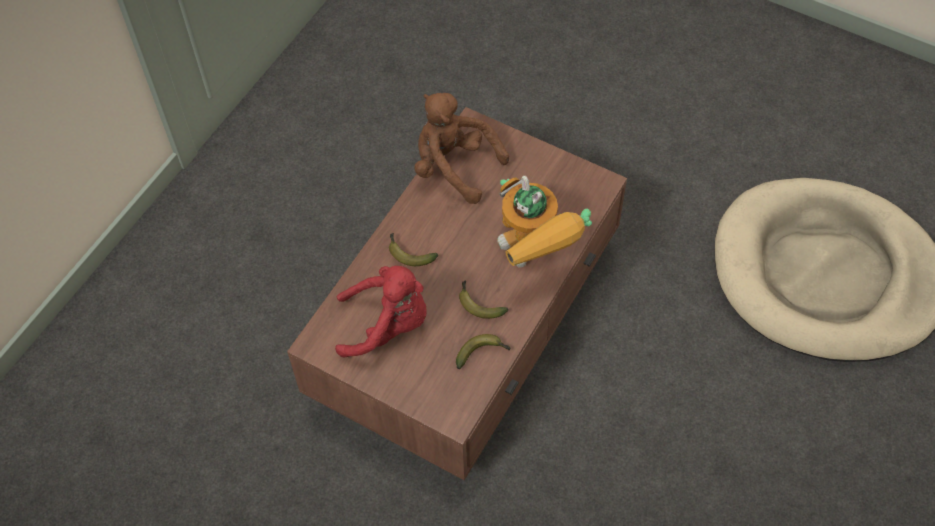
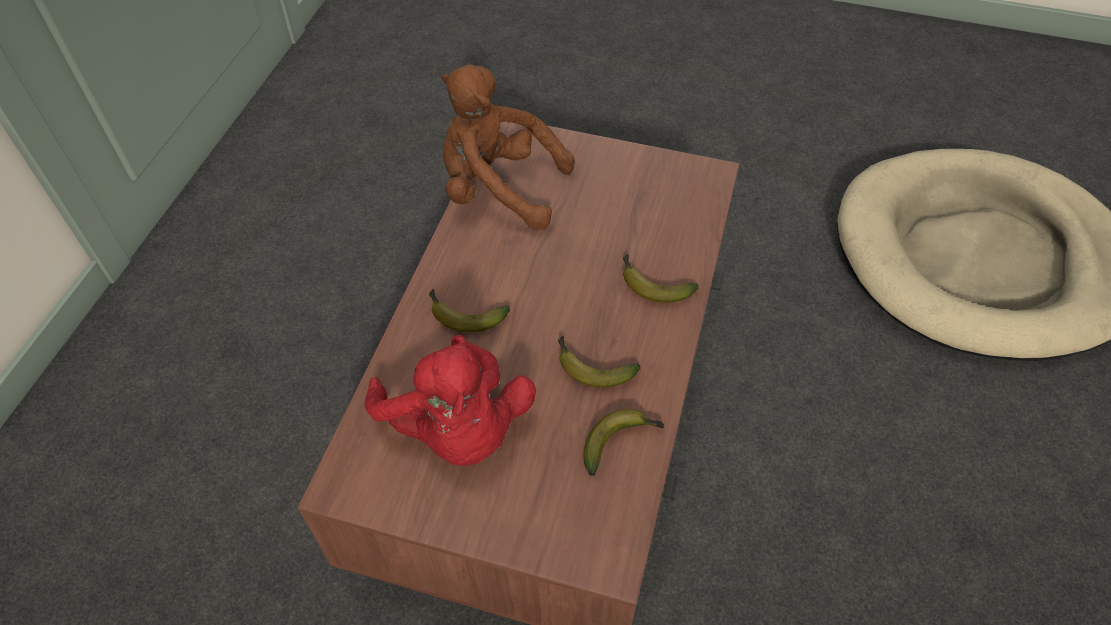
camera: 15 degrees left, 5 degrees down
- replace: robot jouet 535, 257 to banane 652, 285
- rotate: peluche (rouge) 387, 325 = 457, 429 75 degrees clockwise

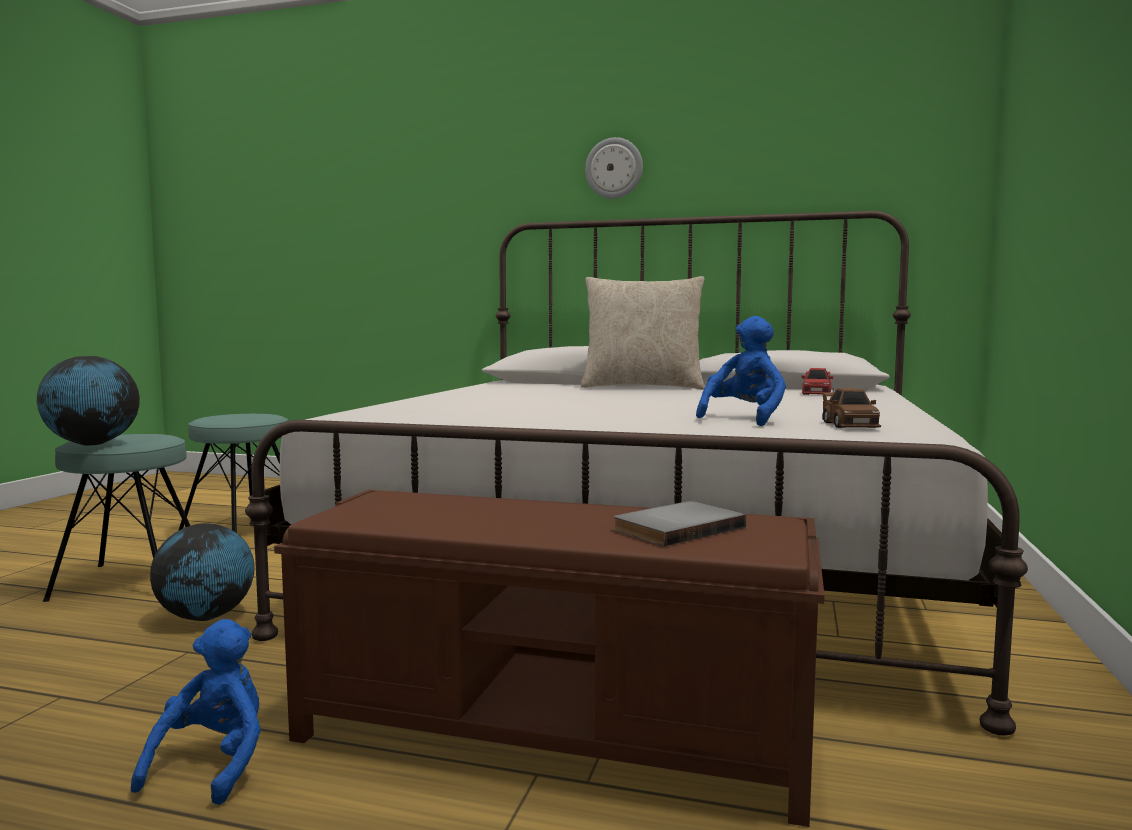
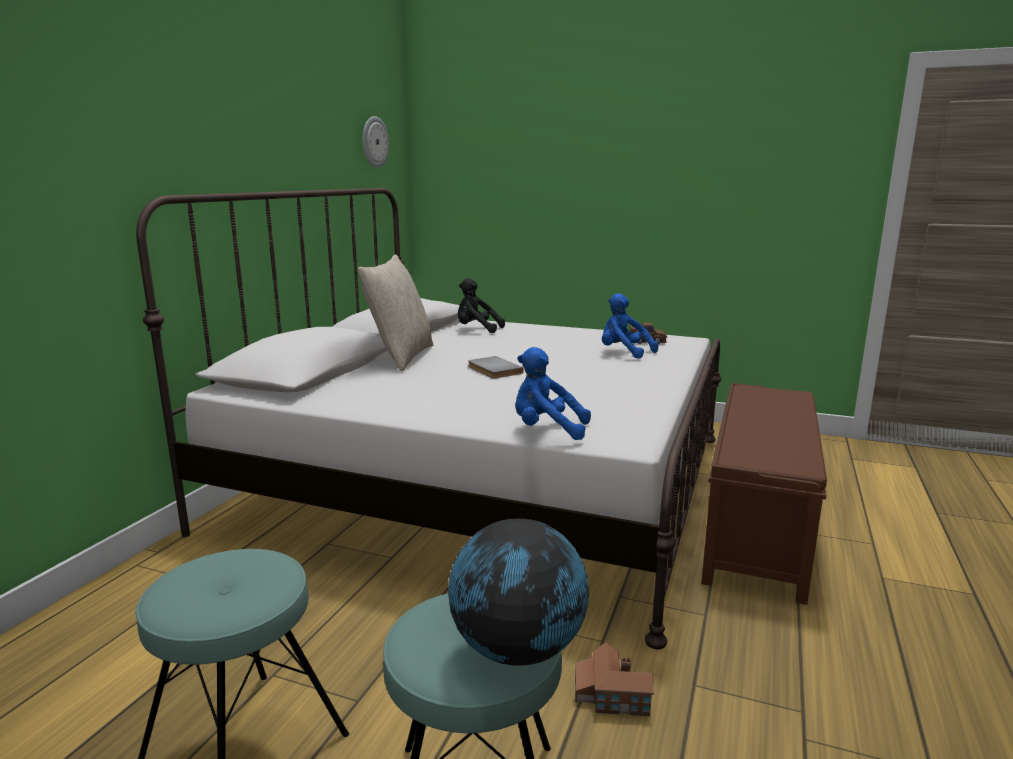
camera: 85 degrees left, 10 degrees up
- move: horloge murale 614, 168 to 374, 142
- replace: petite voiture (rouge) 816, 393 to peluche (noir) 476, 329
- move: livre (gris) 675, 528 to 493, 370
- replace: globe 206, 617 to maison miniature 610, 695
- move: peluche (bleu) 213, 764 to 546, 430

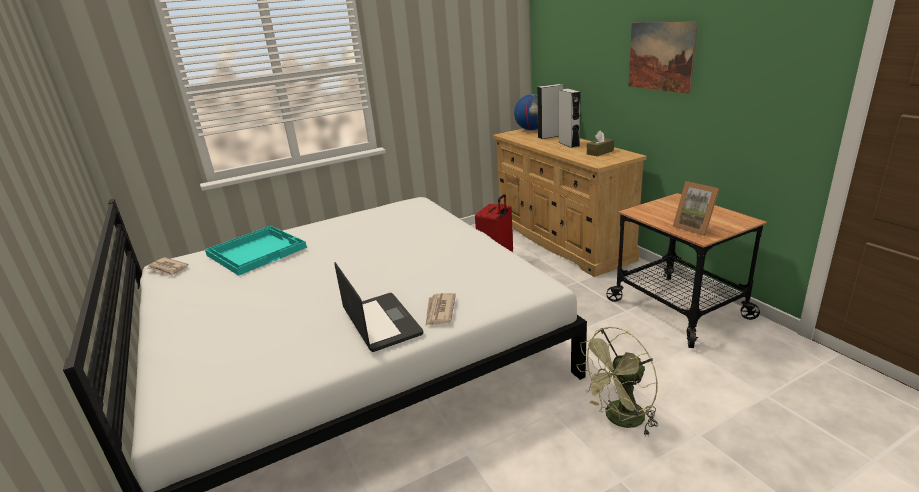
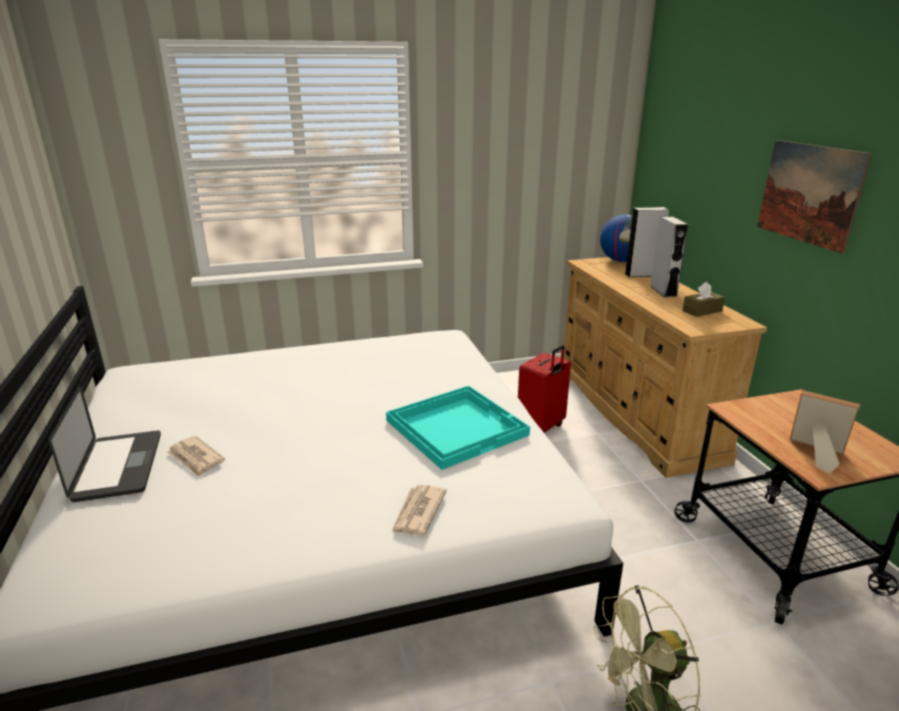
camera: 10 degrees right, 0 degrees up
- rotate: cadre photo 695, 228 = 813, 454 150 degrees clockwise
- move: plateau (turquoise) 257, 251 to 456, 427
- move: journal 168, 268 to 195, 458
- move: ordinateur portable 381, 322 to 118, 466

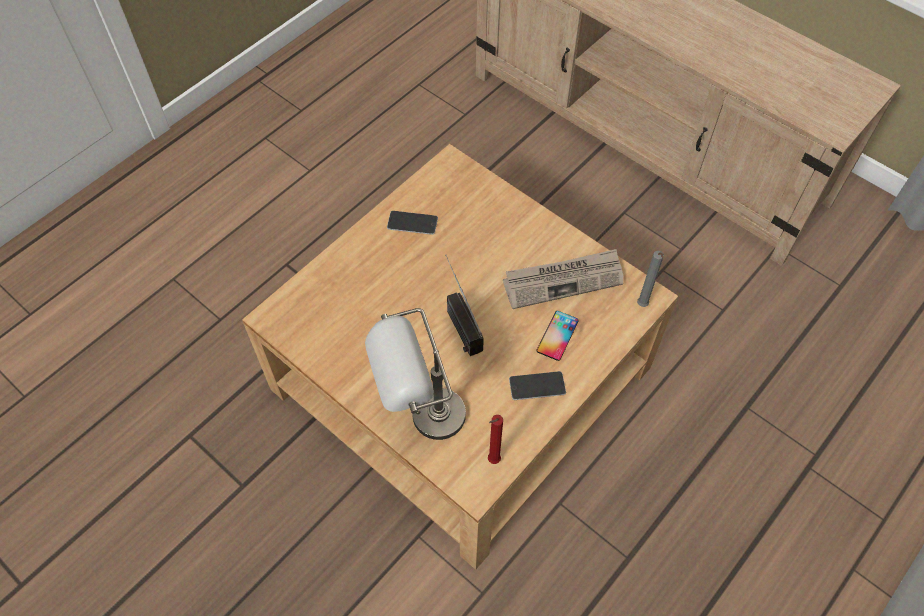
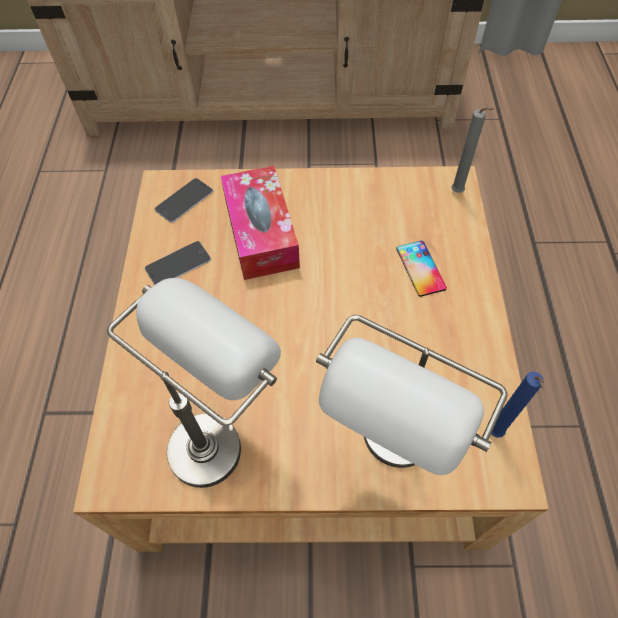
camera: 40 degrees left, 0 degrees up
- delete: journal 563, 280
- delete: radio 457, 319
- move: téléphone 537, 386 to 184, 200
- recolor: bougie (rouge) 492, 461 to bougie (bleu) 495, 434
- insert: boîte à mouchoirs 261, 233
- insert: lampe de table (gris) 220, 430

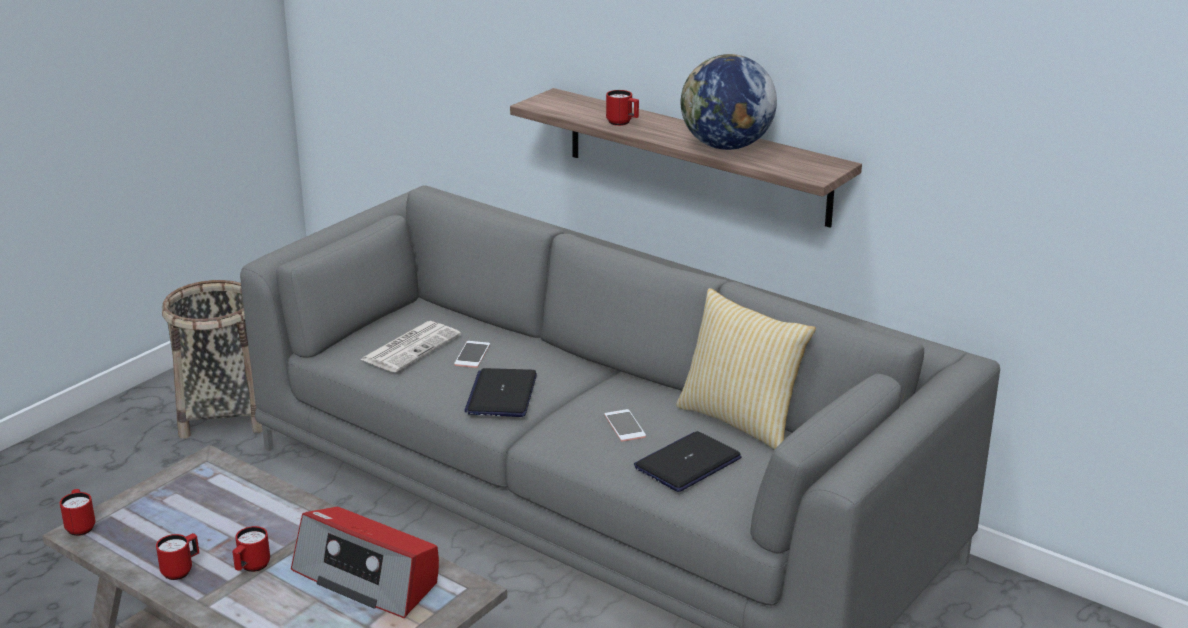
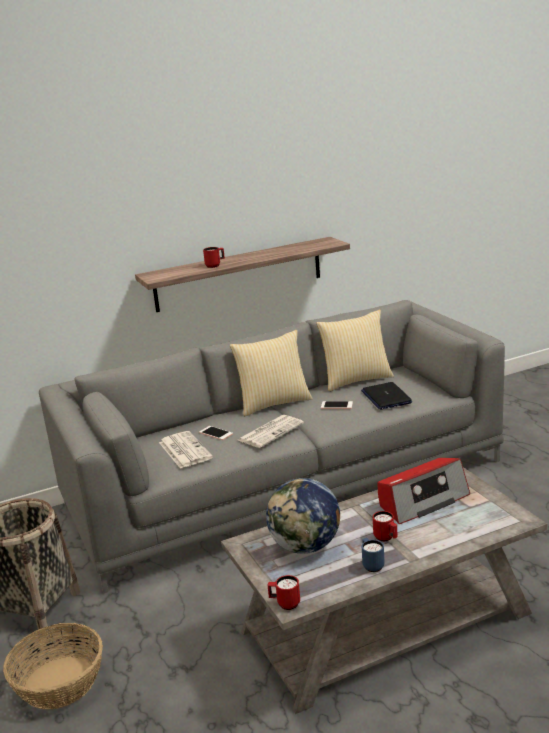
camera: 60 degrees left, 5 degrees down
- move: globe 726, 147 to 305, 547
- replace: ordinateur portable 501, 394 to journal 271, 431
- recolor: mug (rouge) 181, 570 to mug (bleu) 371, 565
- insert: coussin 273, 403
- insert: panier 59, 682

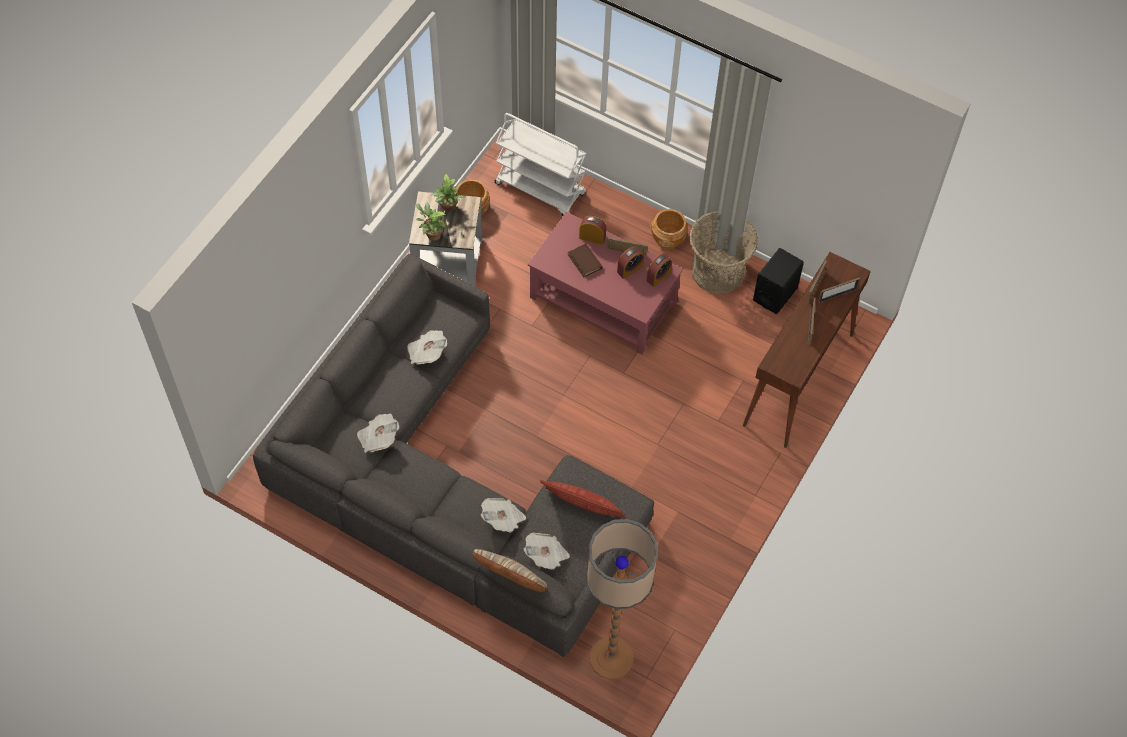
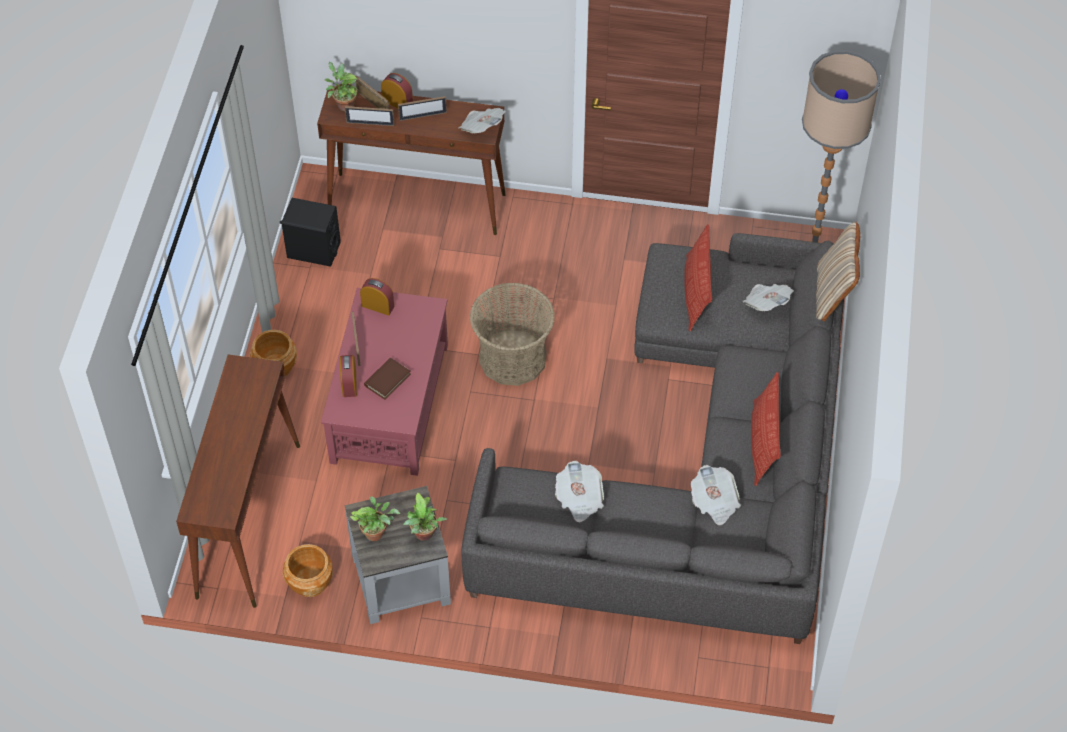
camera: 110 degrees left, 5 degrees down
- replace: chariot (blanc) 541, 189 to table console (marron) 249, 519
- move: panier 718, 270 to 512, 357
- move: réveil 630, 269 to 397, 102
- move: journal 503, 519 to 482, 128
- insert: plante en pot 343, 104
- insert: coussin 762, 443

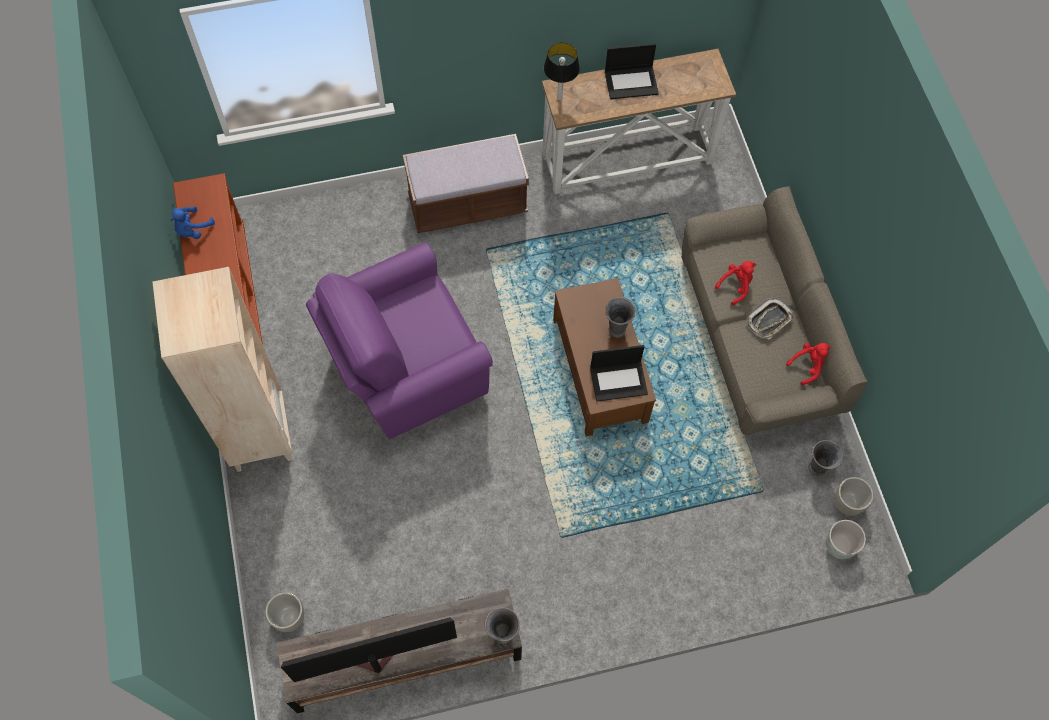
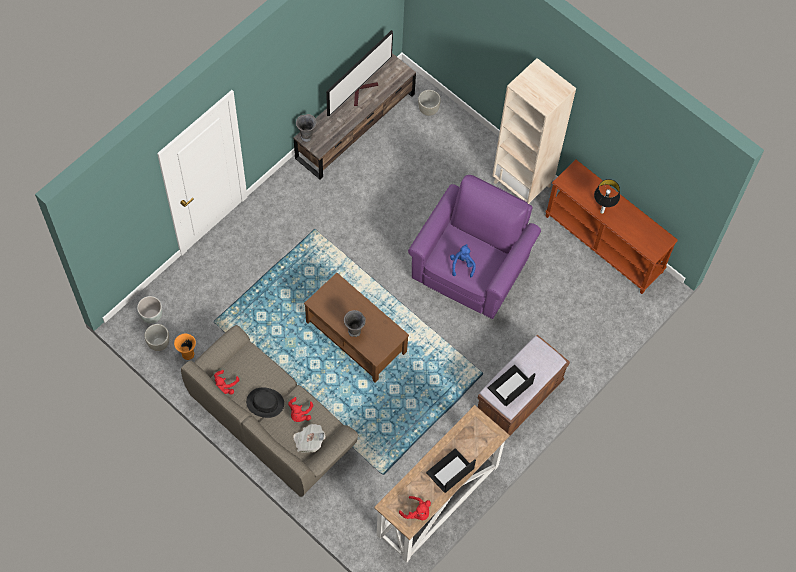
camera: 145 degrees right, 0 degrees up
- move: lampe de table 559, 98 to 602, 212
- move: peluche (bleu) 193, 230 to 462, 265
- replace: plateau 769, 320 to chapeau (noir) 265, 403
- move: ordinateur portable 619, 380 to 510, 386
- recolor: vase (gris) 817, 469 to vase (orange) 187, 354
- insert: journal 308, 441
- insert: peluche (rouge) 417, 512

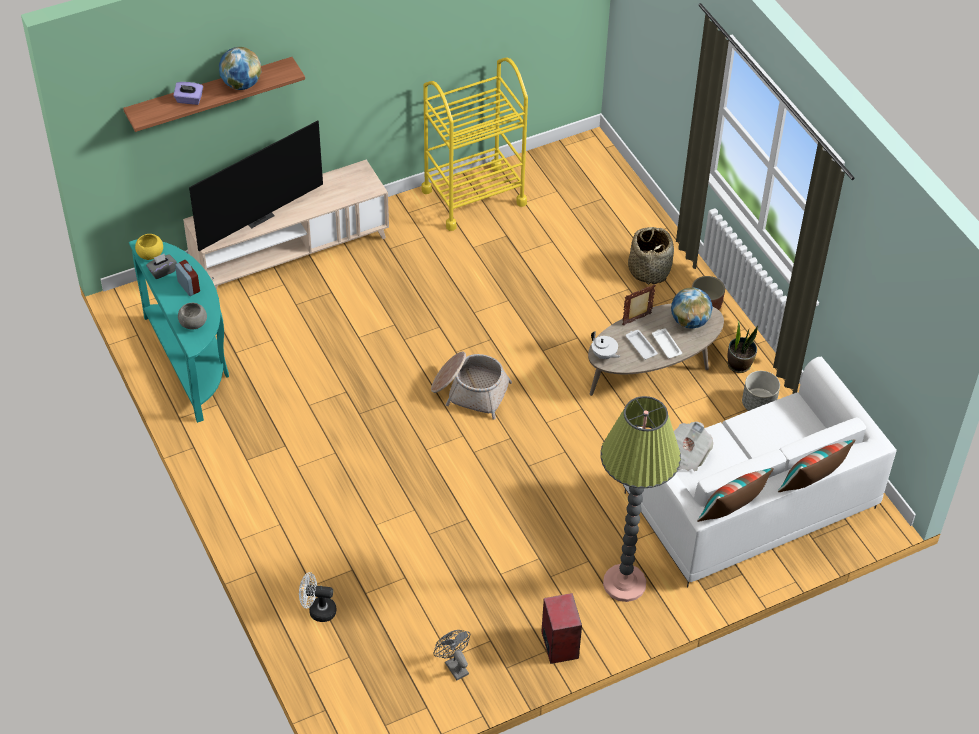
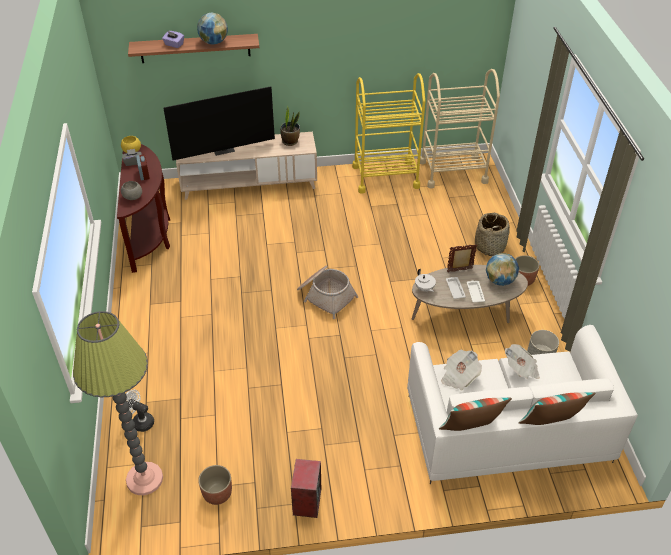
camera: 20 degrees right, 5 degrees down
- recolor: table console (turquoise) 191, 362 to table console (marron) 150, 234
- move: plante en pot 739, 364 to 290, 141
- move: lampadaire 624, 583 to 144, 479
- replace: ventilateur (gris) 454, 665 to cache-pot 217, 494
- insert: chariot (beige) 453, 172
- insert: journal 521, 369

